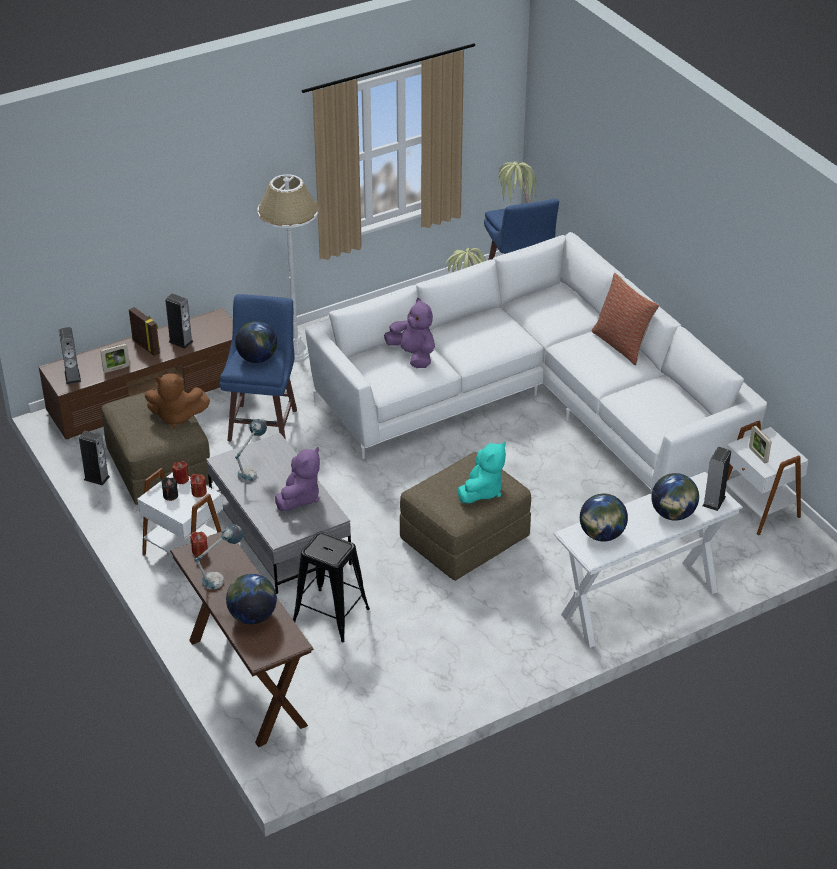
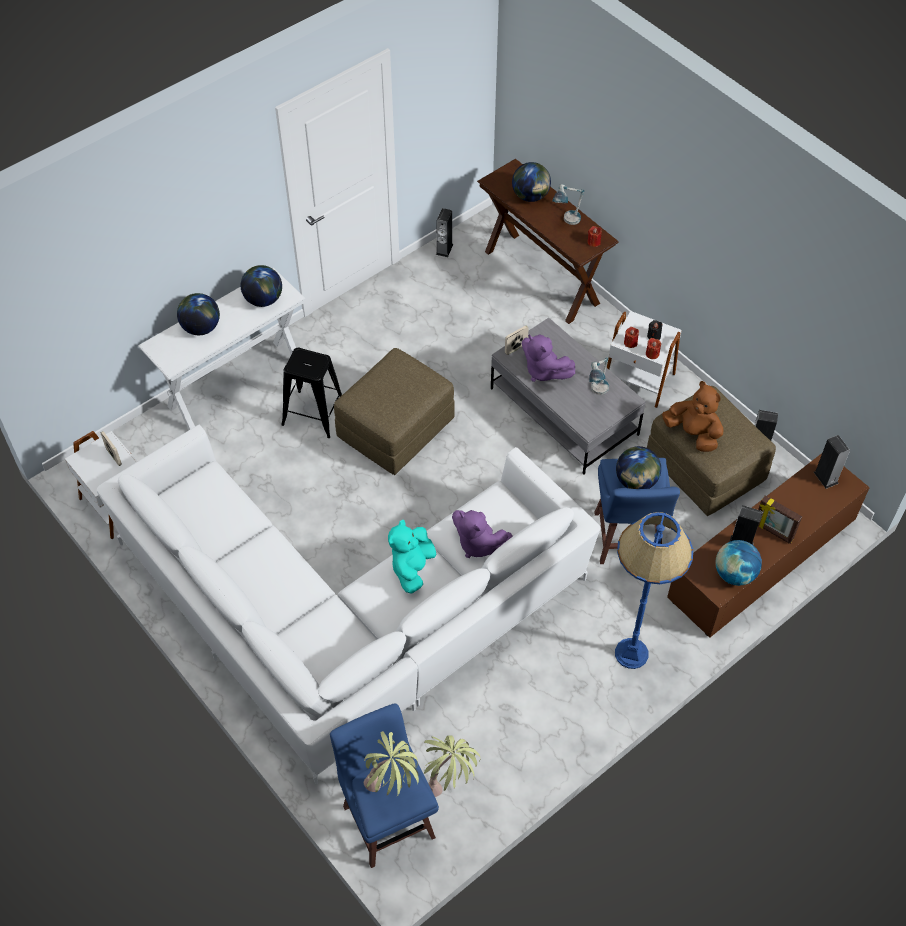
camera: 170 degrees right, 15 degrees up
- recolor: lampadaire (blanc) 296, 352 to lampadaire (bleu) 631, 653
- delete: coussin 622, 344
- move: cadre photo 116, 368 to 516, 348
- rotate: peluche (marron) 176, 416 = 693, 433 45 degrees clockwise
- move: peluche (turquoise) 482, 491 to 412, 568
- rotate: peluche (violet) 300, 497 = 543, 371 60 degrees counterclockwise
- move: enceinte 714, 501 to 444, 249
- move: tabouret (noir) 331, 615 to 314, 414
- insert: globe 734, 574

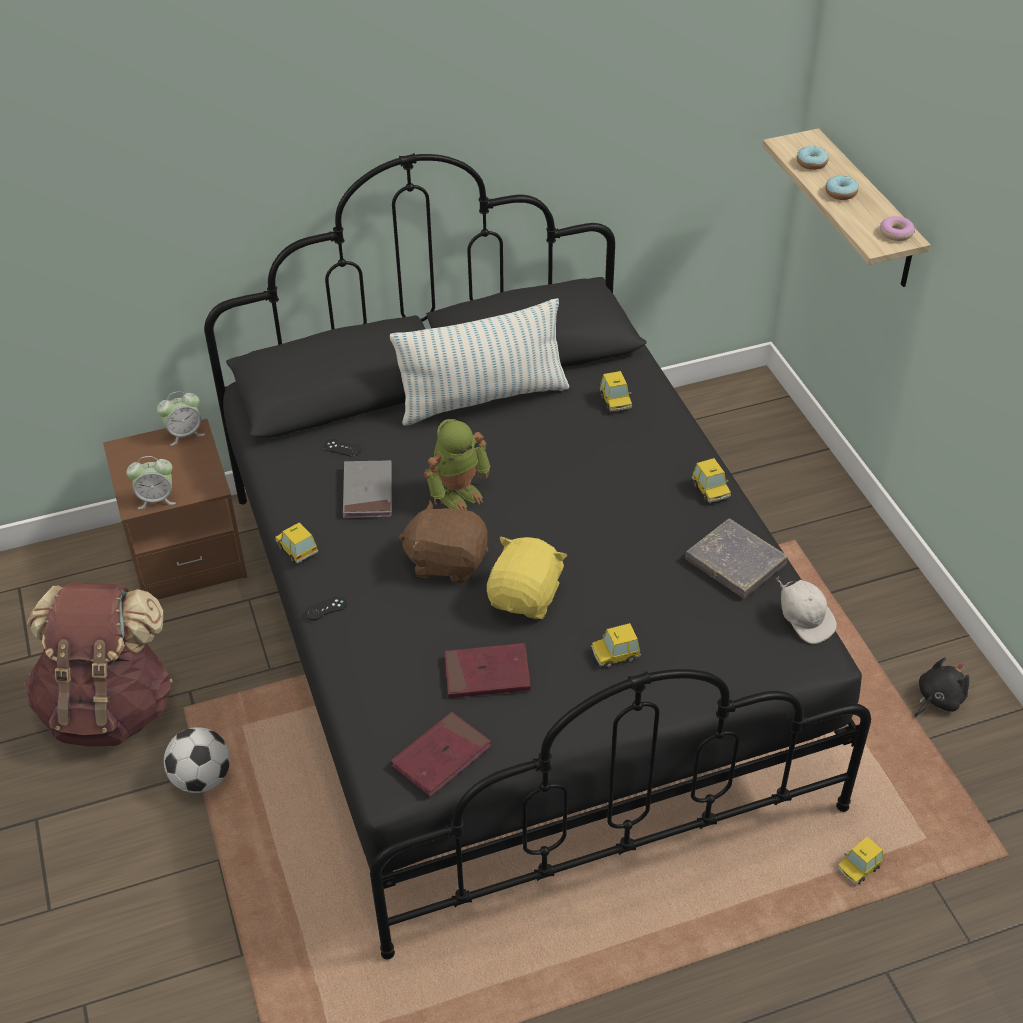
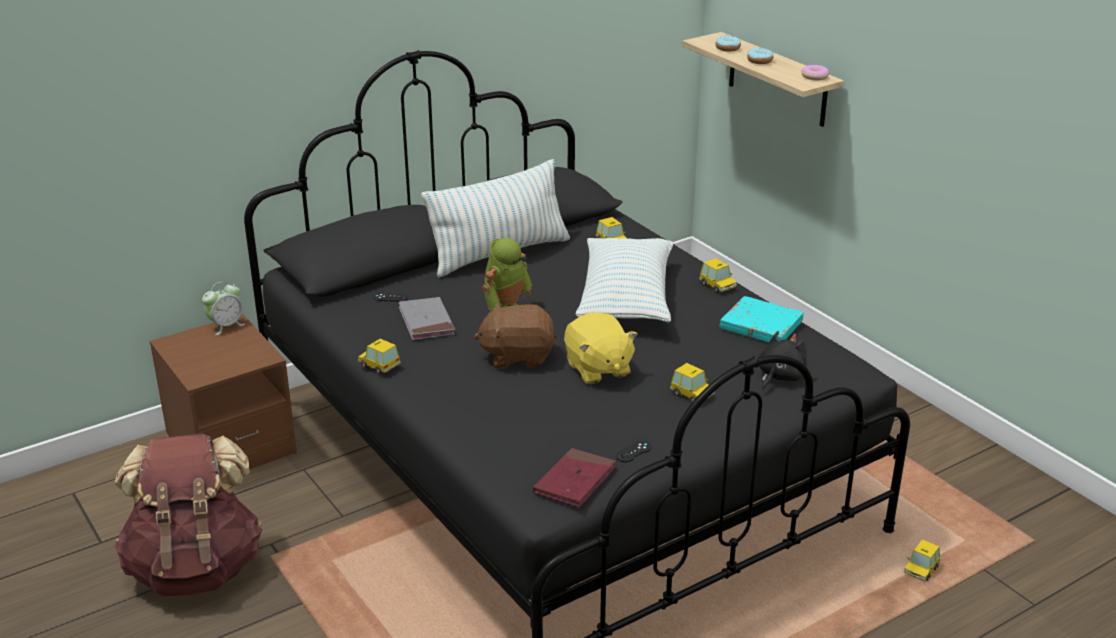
camera: 15 degrees left, 15 degrees down
- delete: réveil 156, 499
- recolor: livre (gris) 735, 562 to livre (turquoise) 761, 325
- rotate: peluche (jaune) 526, 597 = 597, 369 150 degrees clockwise
- delete: casquette (blanc) 804, 620
- move: manette (noir) 326, 608 to 633, 452
- rotate: petite voiture 615, 654 = 692, 394 105 degrees counterclockwise
- delete: livre (rouge) 487, 674
- move: peluche (noir) 937, 699 to 779, 377
- delete: ballon de foot 201, 778
- insert: coussin 626, 298

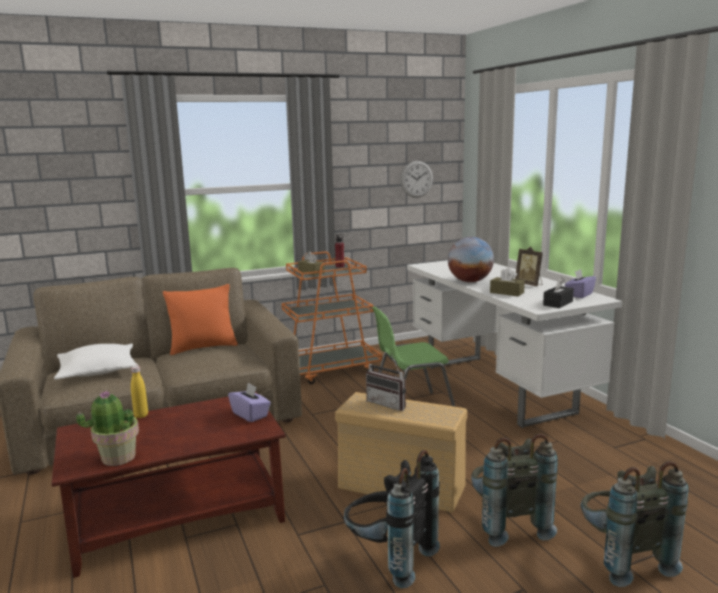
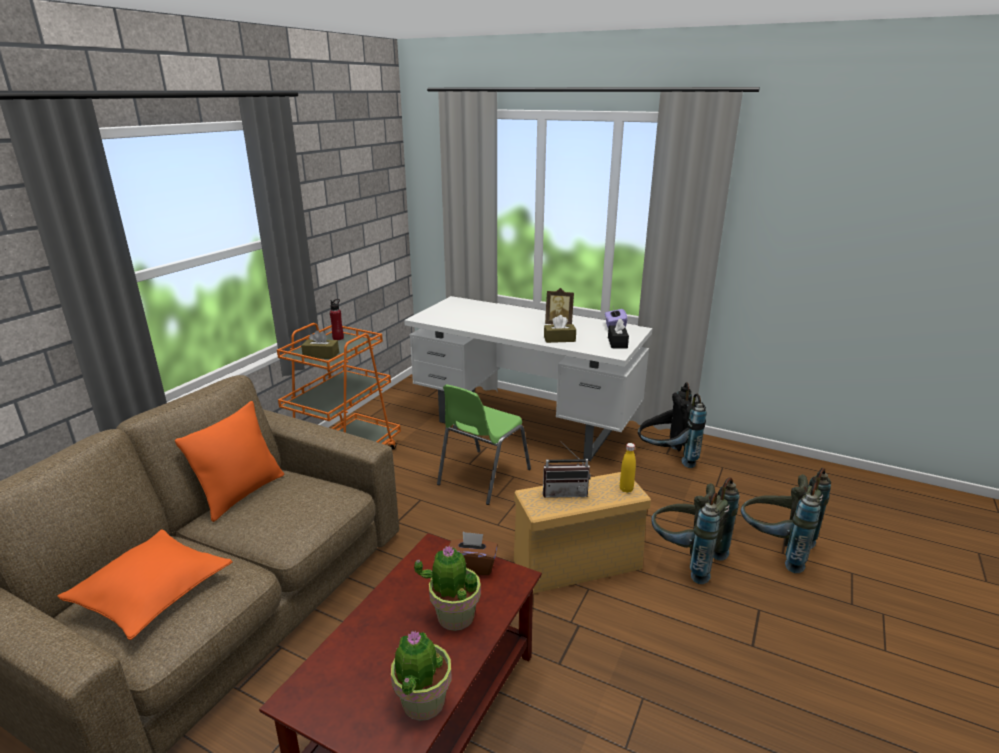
camera: 40 degrees left, 10 degrees up
- delete: horloge murale 416, 179
- delete: globe 470, 281
- recolor: coussin (blanc) 97, 371 to coussin (orange) 152, 592
- move: bouteille (jaune) 141, 415 to 626, 489
- recolor: boîte à mouchoirs (violet) 250, 414 to boîte à mouchoirs (marron) 472, 566
- move: sac à dos (noir) 389, 559 to 665, 458
- insert: plante en pot 455, 616

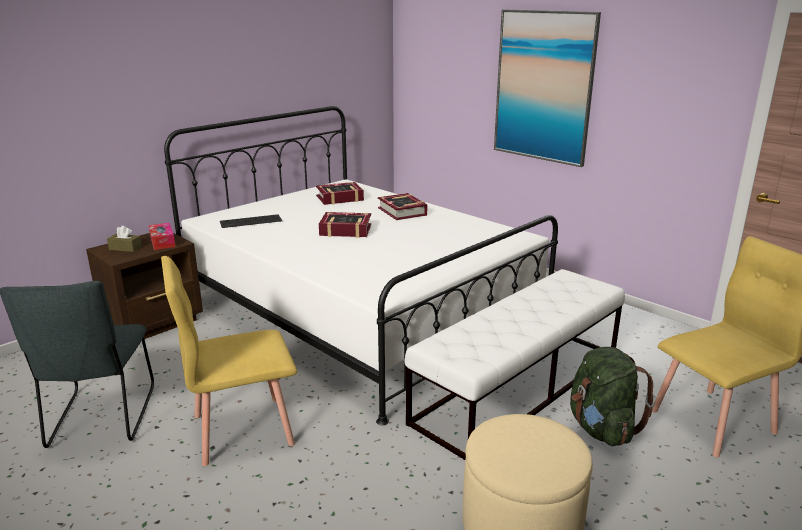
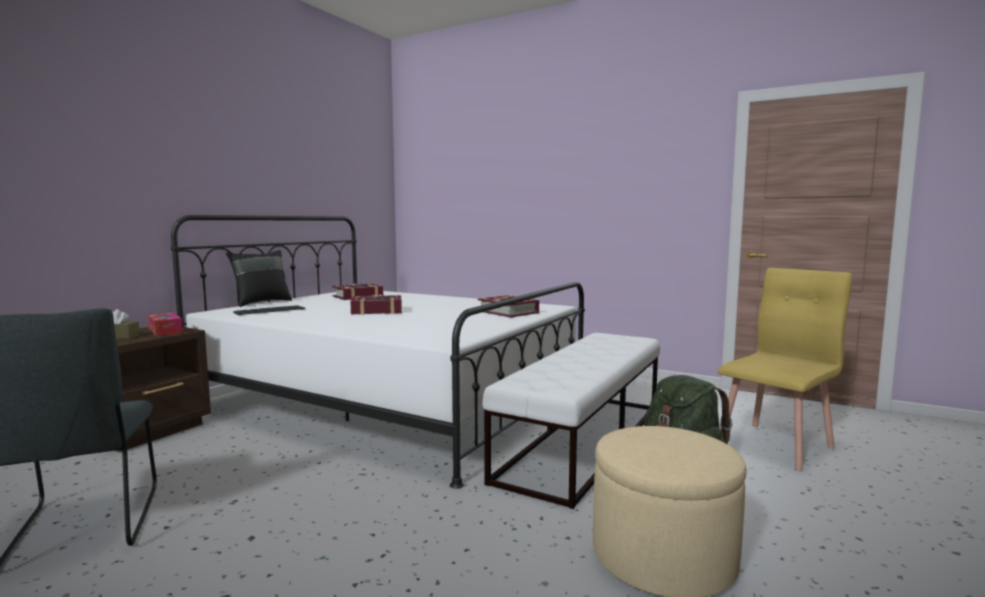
camera: 15 degrees left, 15 degrees down
- delete: tableau 543, 87
- move: livre 402, 211 to 508, 312
- delete: chaise (jaune) 241, 429
- insert: coussin (noir) 261, 302

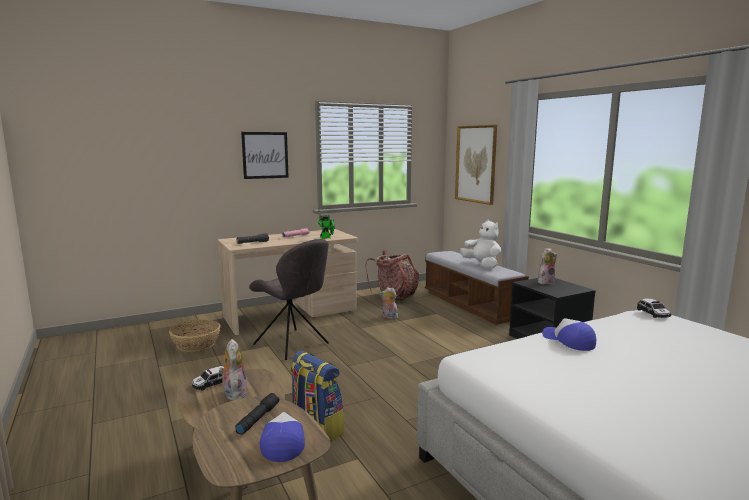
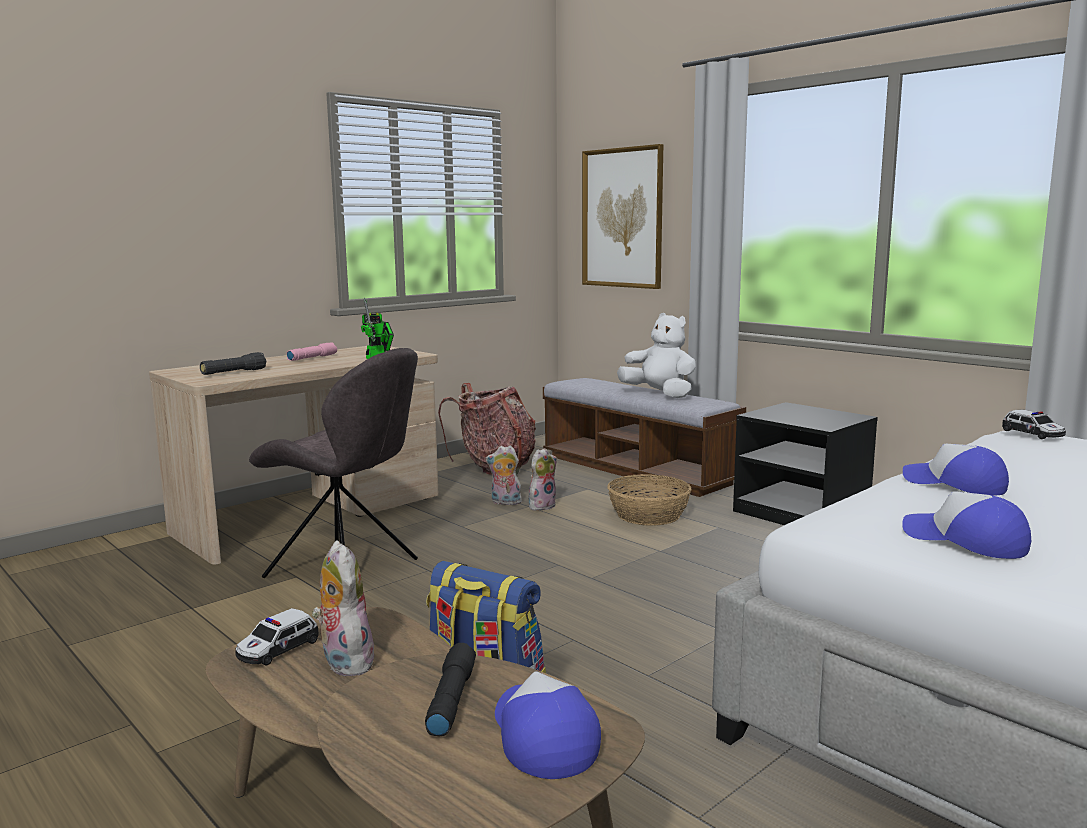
camera: 15 degrees left, 0 degrees up
- delete: tableau 265, 155
- move: peluche 545, 282 to 541, 506
- move: panier 196, 344 to 649, 515
- insert: casquette 965, 541

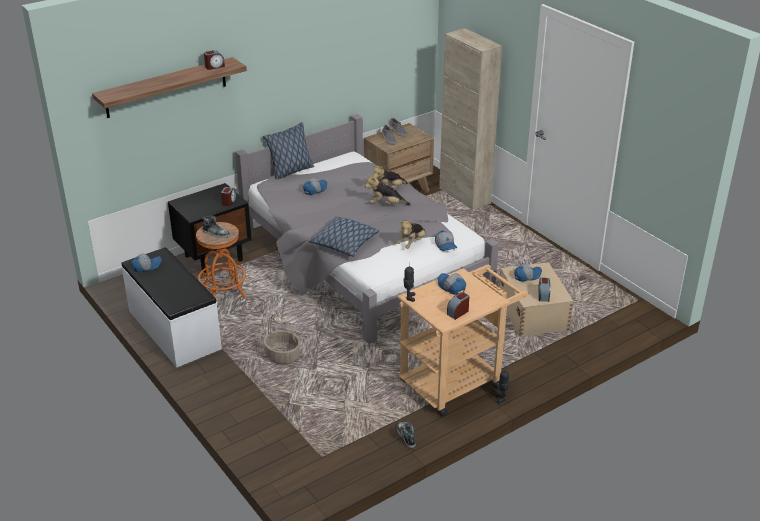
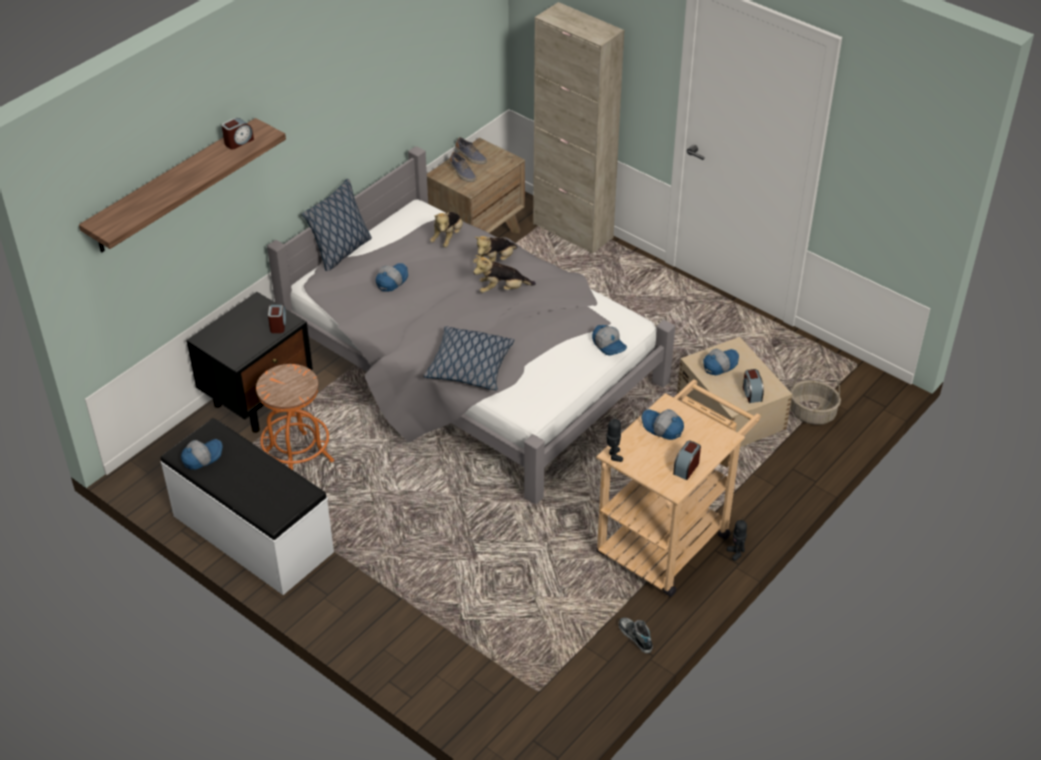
camera: 15 degrees left, 10 degrees up
- delete: chaussure 216, 233
- move: peluche 412, 243 to 448, 238
- move: panier 283, 356 to 812, 413

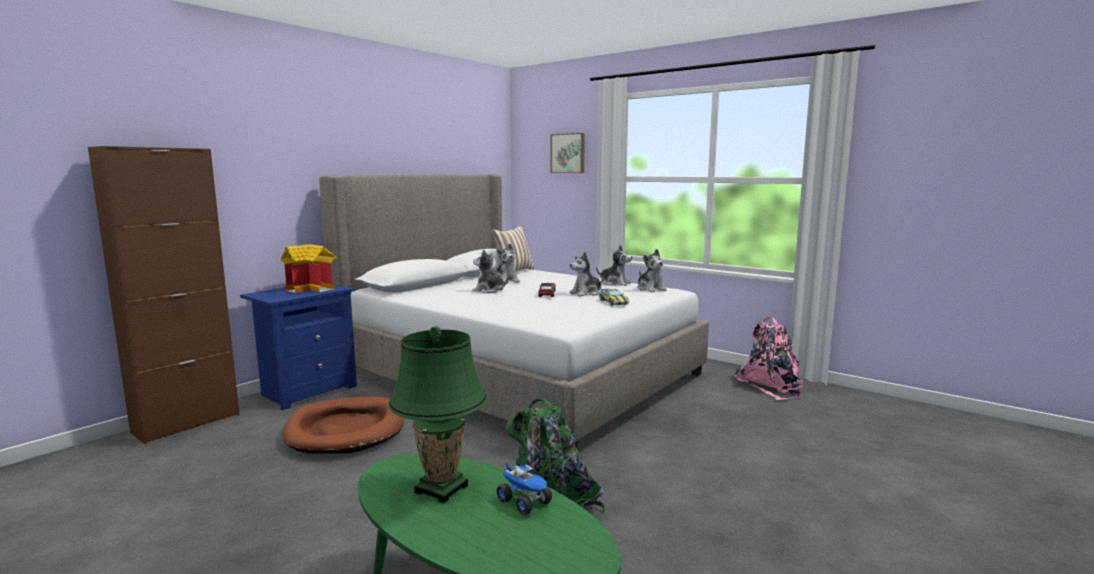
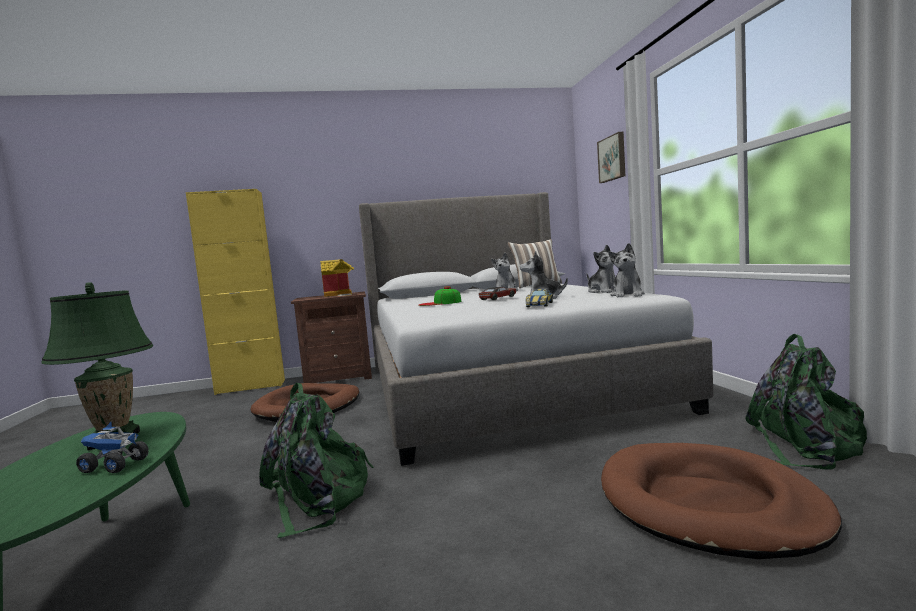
camera: 40 degrees right, 5 degrees down
- recolor: meuble de rangement (marron) 186, 423 to meuble de rangement (jaune) 251, 387
- delete: peluche 489, 291
- recolor: table de chevet (bleu) 307, 391 to table de chevet (marron) 339, 377
- recolor: sac à dos (rose) 772, 386 to sac à dos (vert) 805, 445
- rotate: camion jouet 525, 502 = 113, 466 105 degrees clockwise
- insert: casquette 439, 303
- insert: panier pour chien (marron) 708, 504

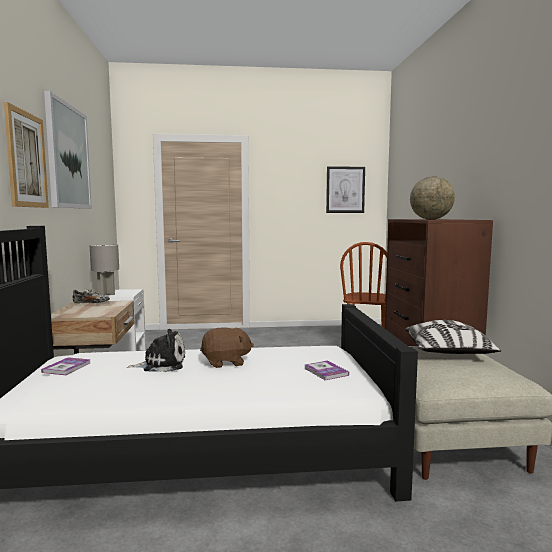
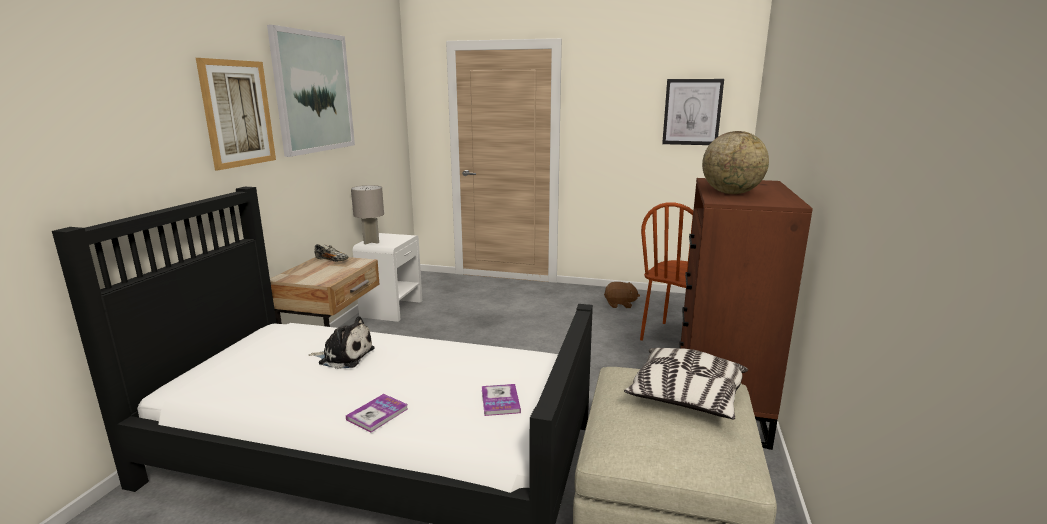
camera: 20 degrees right, 10 degrees up
- move: peluche (marron) 226, 362 to 620, 304
- move: livre 67, 367 to 377, 414

